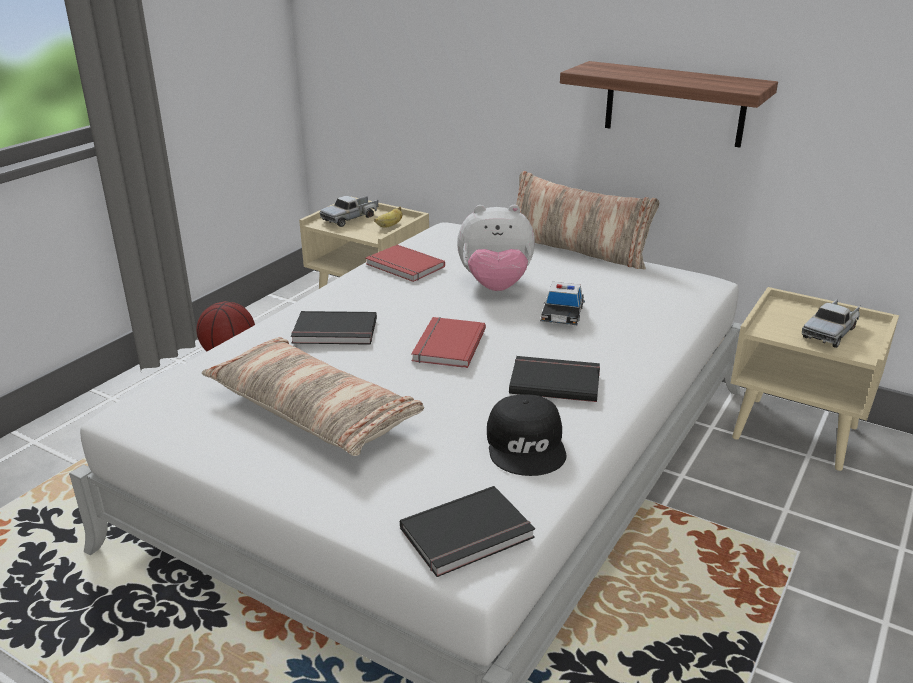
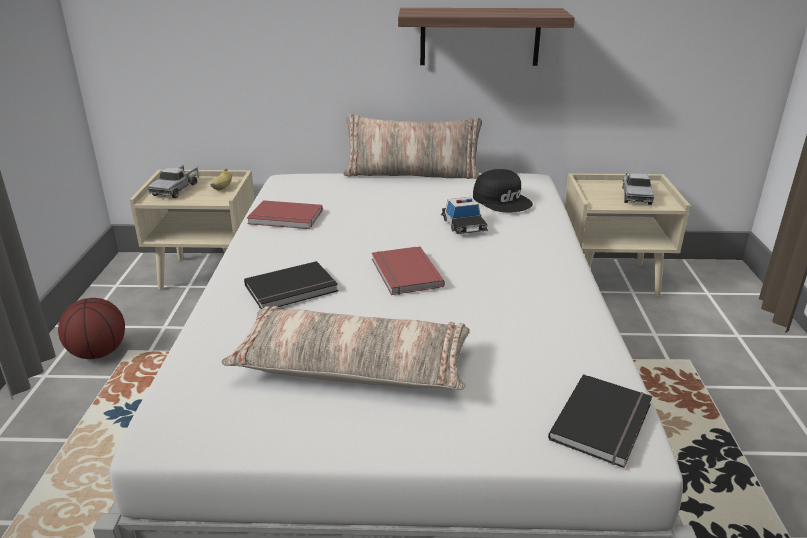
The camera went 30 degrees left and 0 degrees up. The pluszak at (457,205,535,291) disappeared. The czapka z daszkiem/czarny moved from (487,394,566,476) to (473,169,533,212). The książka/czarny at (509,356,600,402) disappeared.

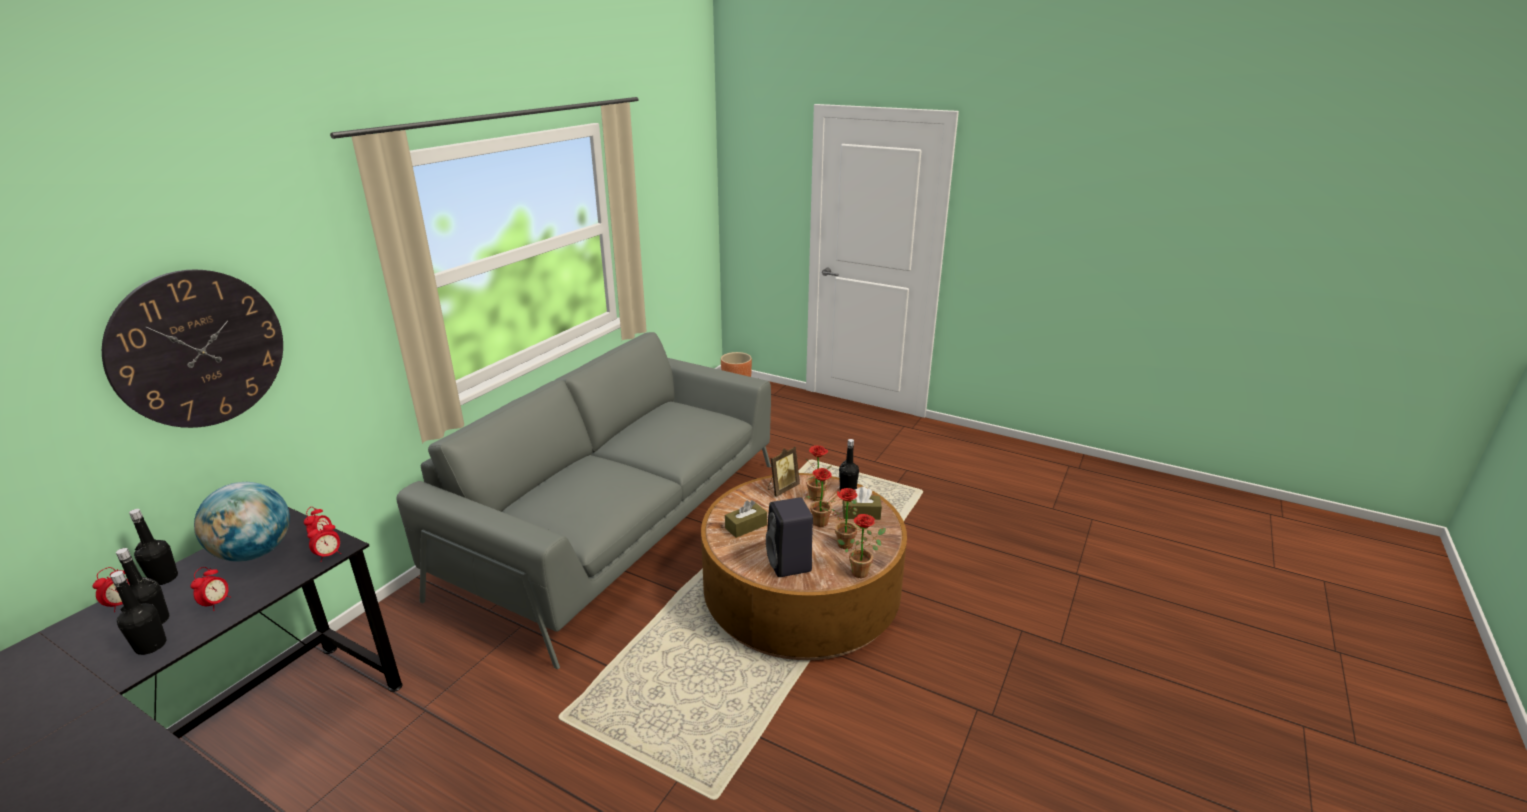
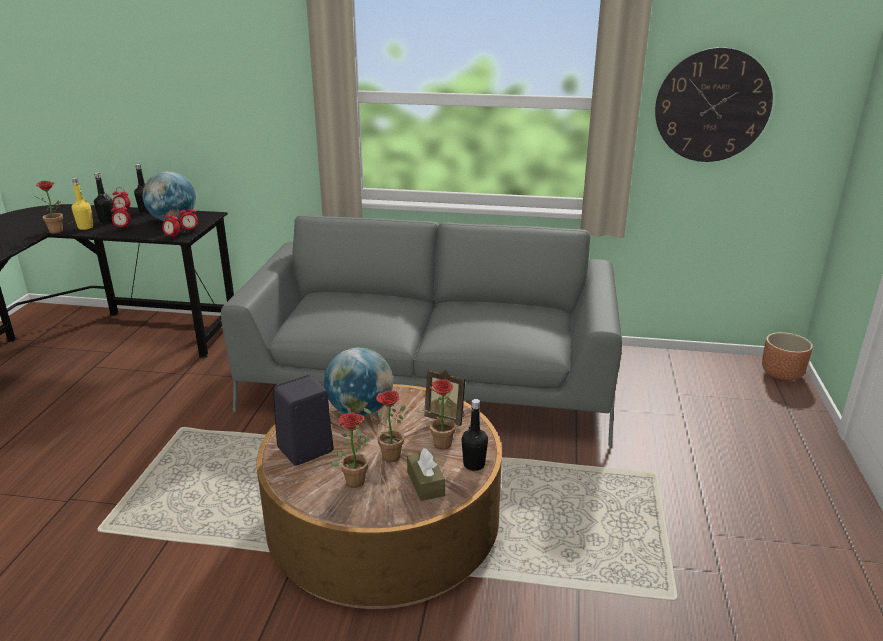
The camera went 70 degrees right and 0 degrees up. The zegar ścienny moved from (102,270,283,428) to (655,47,773,162). The butelka/czarny at (110,571,166,655) became the butelka/żółty at (71,177,93,230). The pudełko chusteczek/brązowy at (725,500,767,538) was replaced by the globus at (324,347,393,416). The roślina doniczkowa moved from (837,514,886,578) to (35,181,63,233).

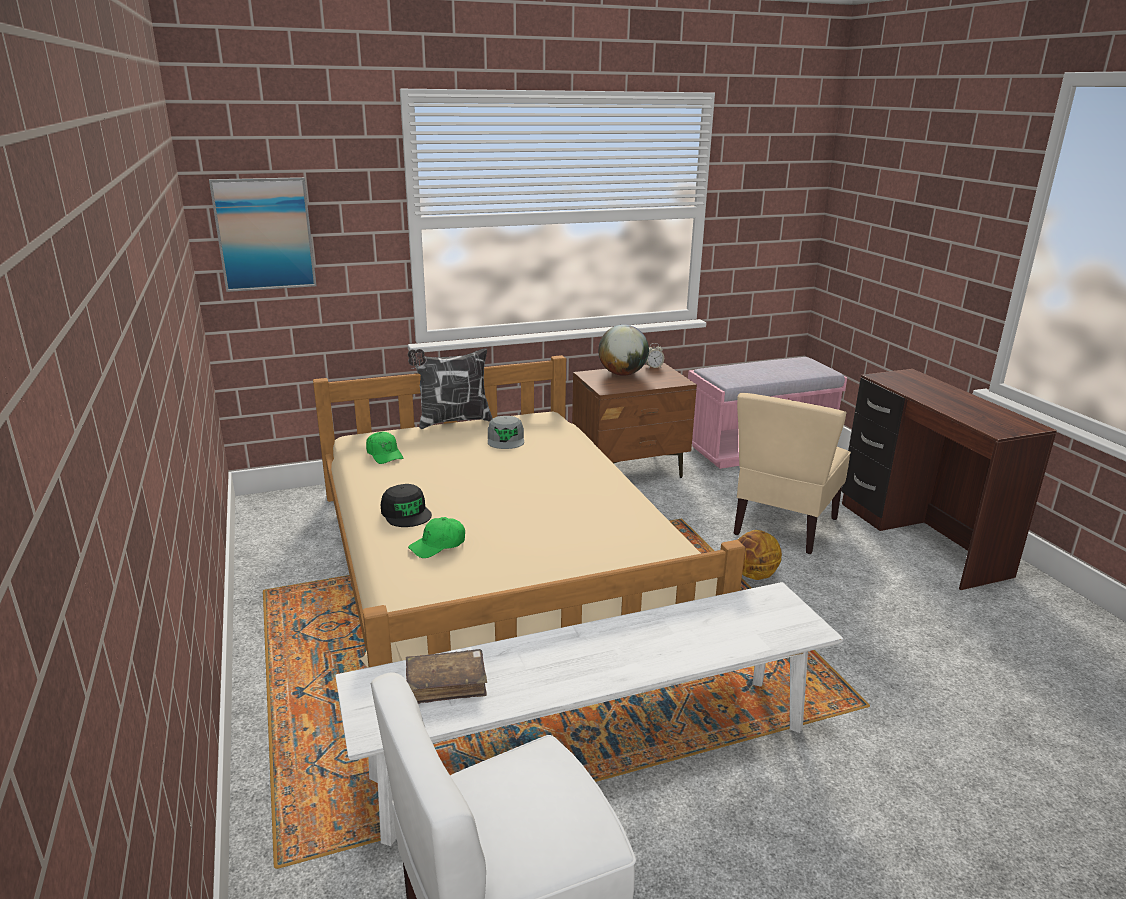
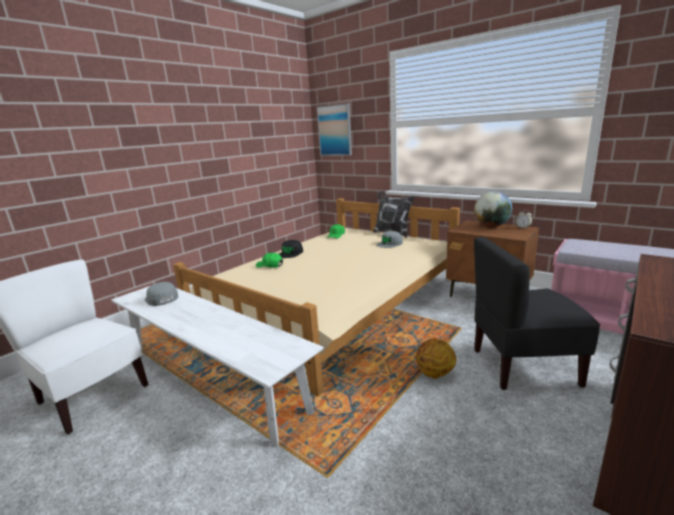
The camera went 60 degrees right and 5 degrees down. The książka/brązowy at (406,649,487,704) was replaced by the czapka z daszkiem/szary at (145,282,178,306). The krzesło/beżowy at (733,393,851,554) became the krzesło/czarny at (474,237,601,390).

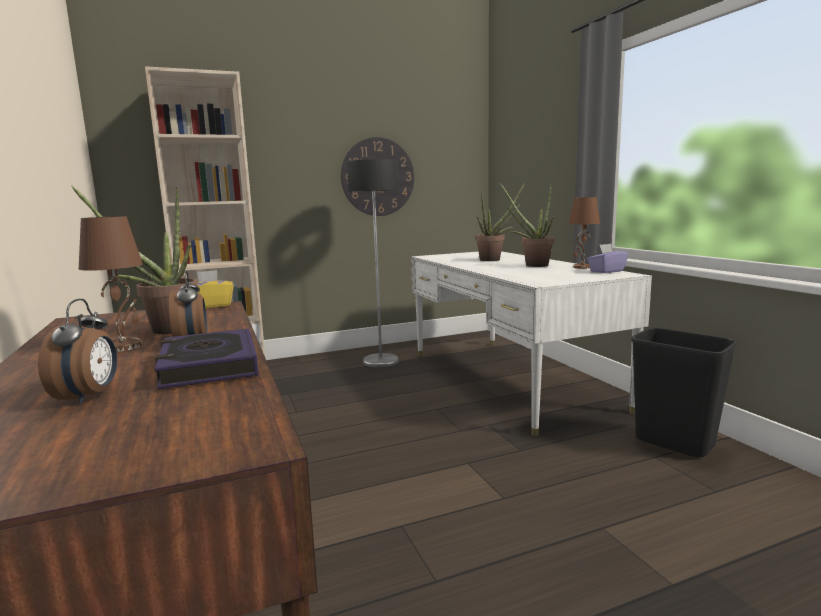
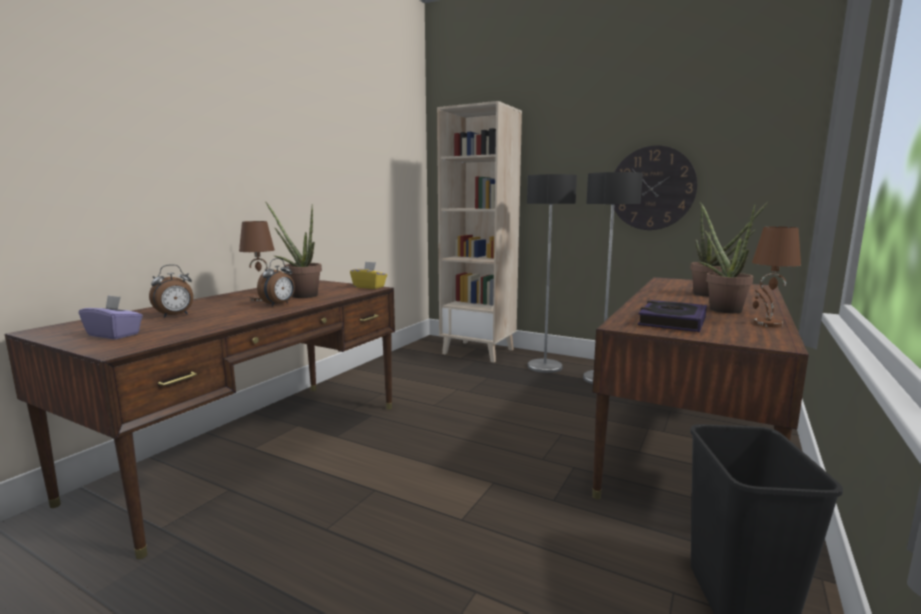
The camera went 50 degrees right and 0 degrees up. The książka moved from (155,328,259,389) to (638,300,707,332). The biurko/biały at (411,251,652,436) became the biurko/brązowy at (592,277,809,499). The pudełko chusteczek/fioletowy moved from (587,244,628,273) to (79,295,143,339). The lampa stojąca at (527,174,577,373) appeared.

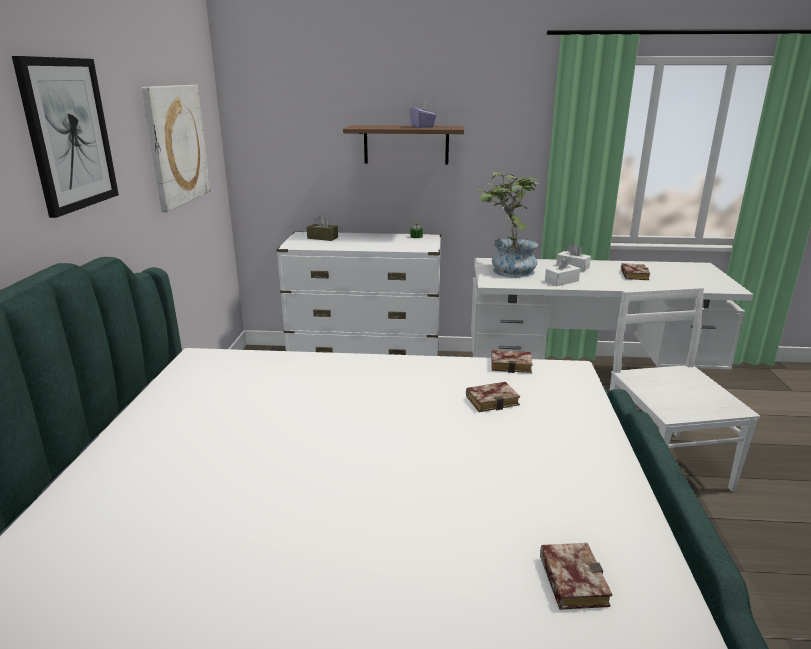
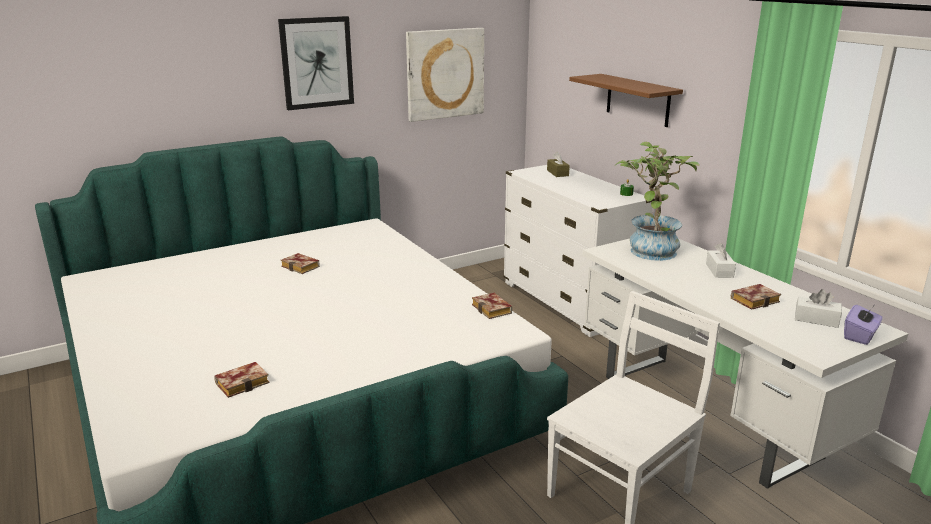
The camera went 55 degrees right and 0 degrees up. The pudełko chusteczek/fioletowy moved from (410,102,437,128) to (844,305,883,345). The książka moved from (466,382,520,412) to (281,253,320,274). The pudełko chusteczek/biały moved from (545,256,580,286) to (795,289,842,328).

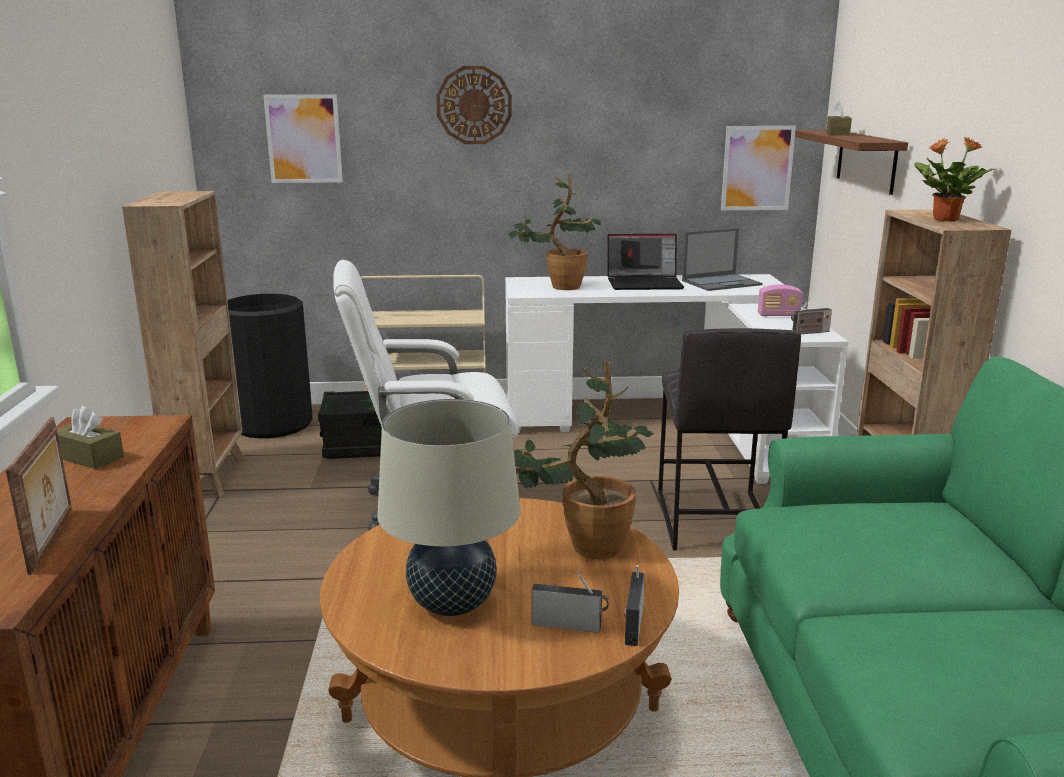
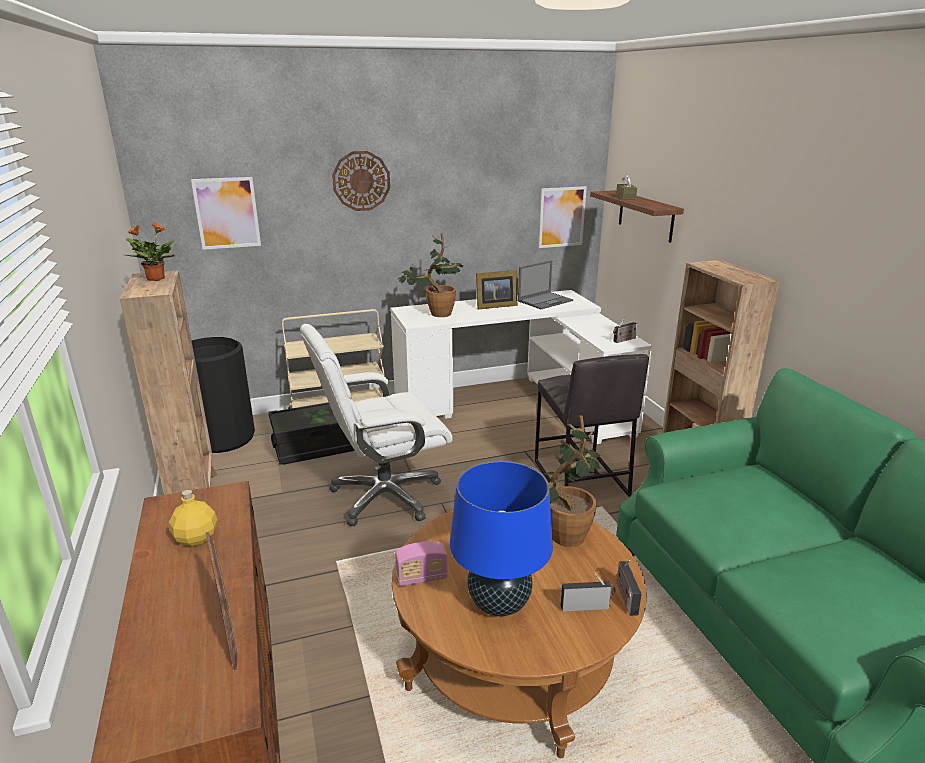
The camera went 15 degrees left and 5 degrees up. The pudełko chusteczek/brązowy at (57,406,124,469) was replaced by the butelka/żółty at (168,490,217,546). The lampa stołowa/beżowy at (377,399,520,616) became the lampa stołowa/niebieski at (450,461,553,616). The laptop at (607,234,684,290) was replaced by the ramka na zdjęcie at (476,270,518,309). The radio moved from (758,285,803,317) to (395,541,448,586). The roślina doniczkowa moved from (914,137,994,222) to (125,223,176,281).

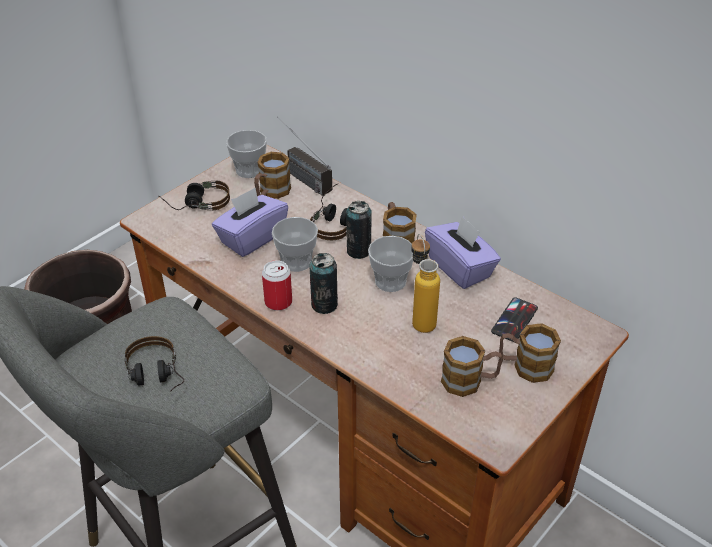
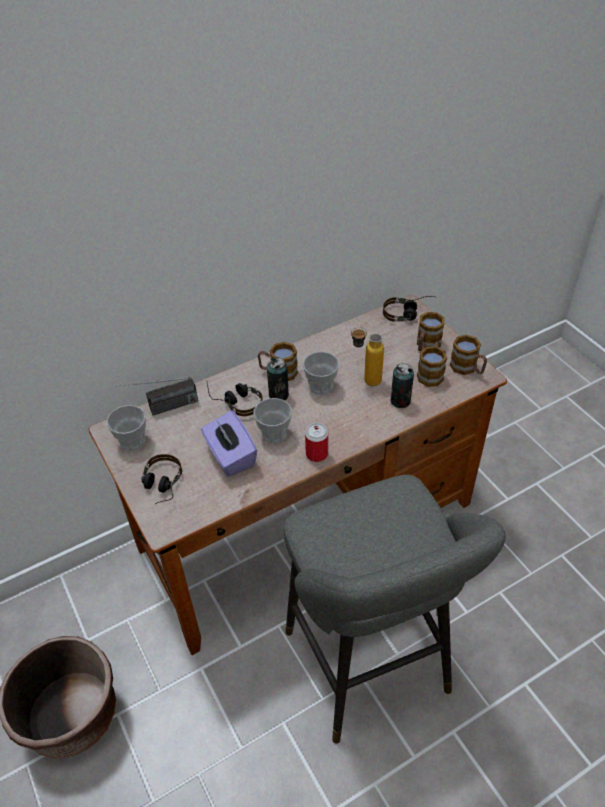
The camera went 70 degrees left and 5 degrees up. The słuchawki moved from (125,336,184,391) to (383,296,437,322). The kubek moved from (254,152,291,199) to (450,334,487,375). The puszka moved from (309,253,338,314) to (391,363,414,408). The pudełko chusteczek/fioletowy at (425,215,501,289) disappeared. The telefon at (491,297,538,342) disappeared.

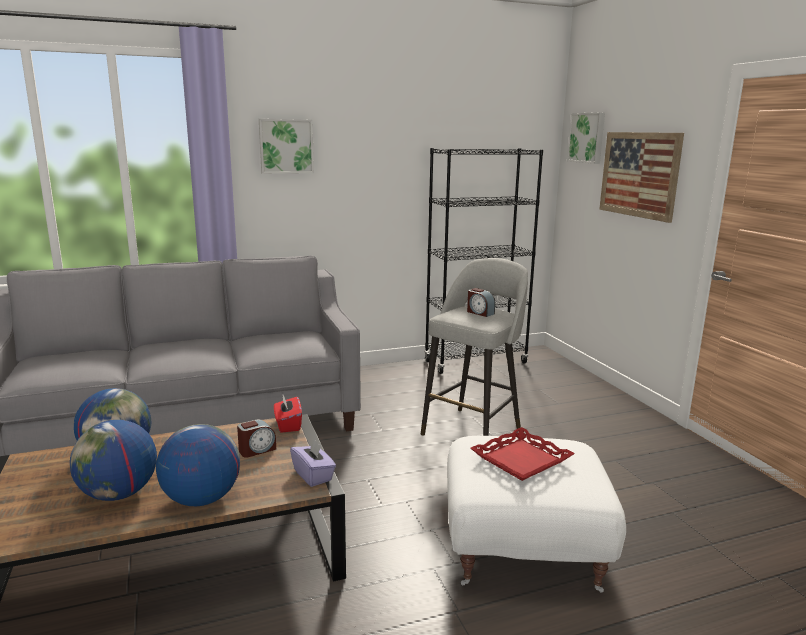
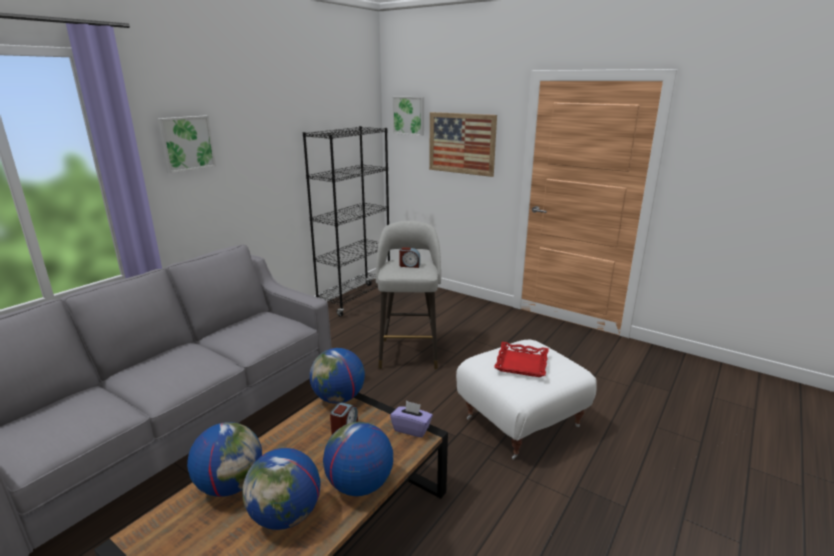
The camera went 35 degrees left and 5 degrees up. The pudełko chusteczek/czerwony at (274,395,302,433) was replaced by the globus at (310,348,365,404).

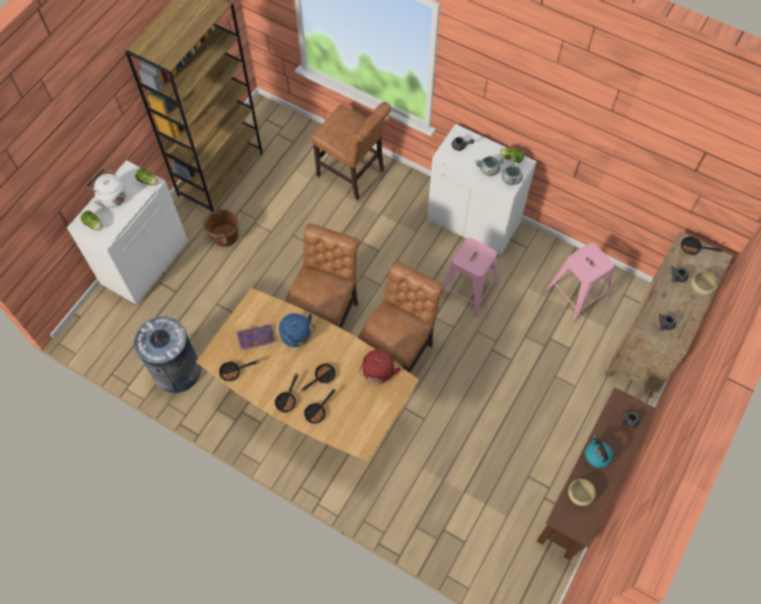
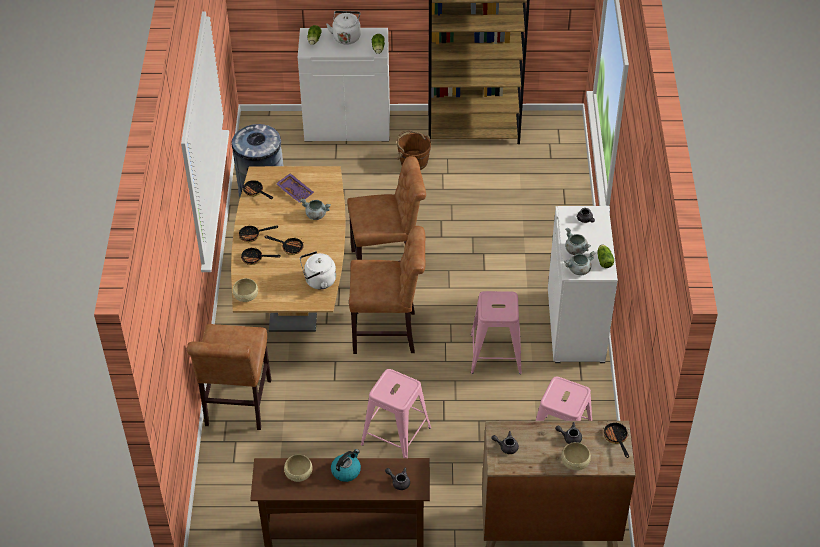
The camera went 60 degrees right and 15 degrees down. The czajnik/niebieski at (279,313,315,347) was replaced by the garnek/szary at (300,199,331,220). The krzesło/brązowy moved from (311,102,391,200) to (187,324,271,430). The czajnik/czerwony at (359,349,400,384) became the czajnik/biały at (300,251,336,289). The miska/beżowy at (233,278,258,302) appeared. The stołek/różowy at (361,369,431,458) appeared.

